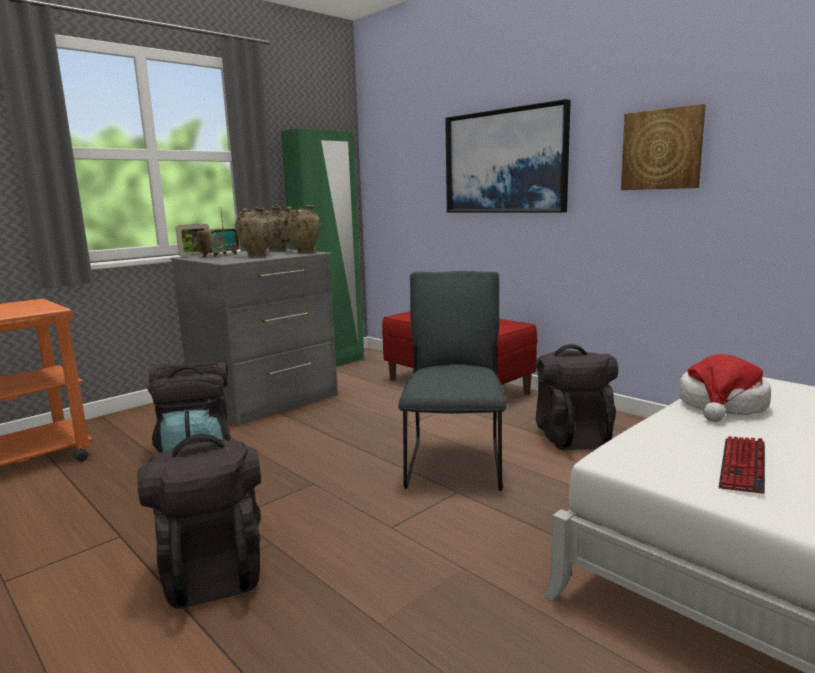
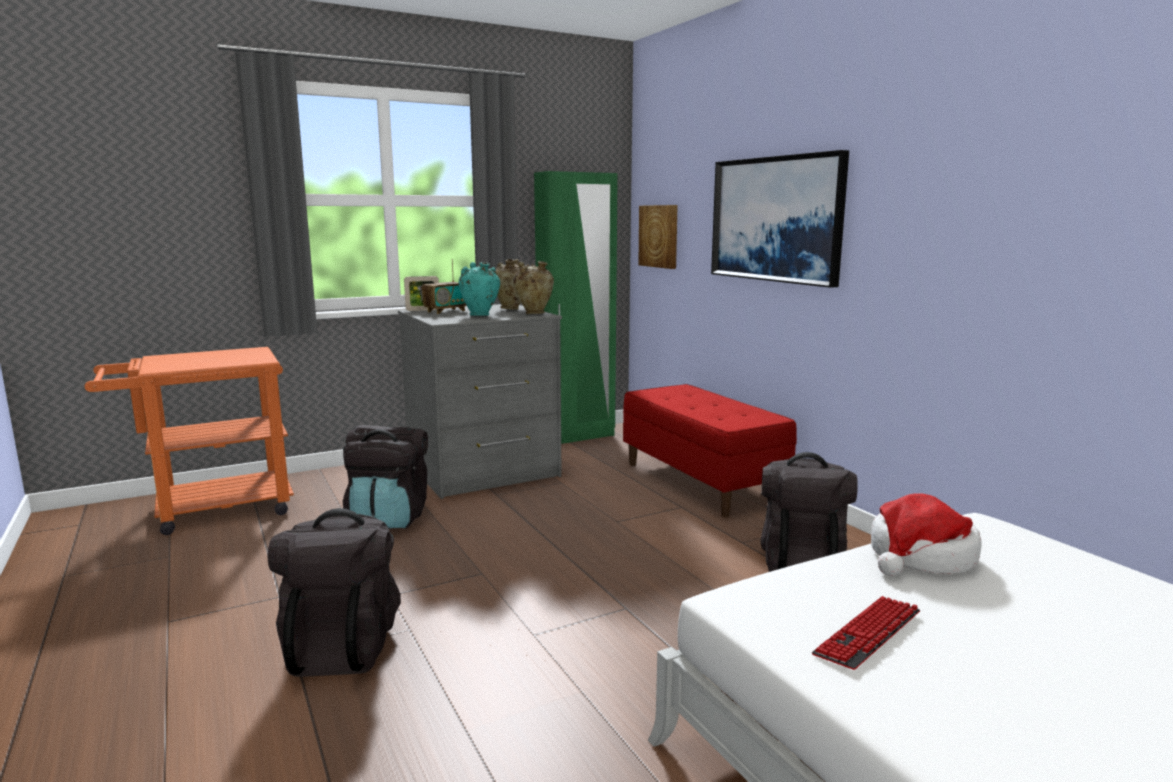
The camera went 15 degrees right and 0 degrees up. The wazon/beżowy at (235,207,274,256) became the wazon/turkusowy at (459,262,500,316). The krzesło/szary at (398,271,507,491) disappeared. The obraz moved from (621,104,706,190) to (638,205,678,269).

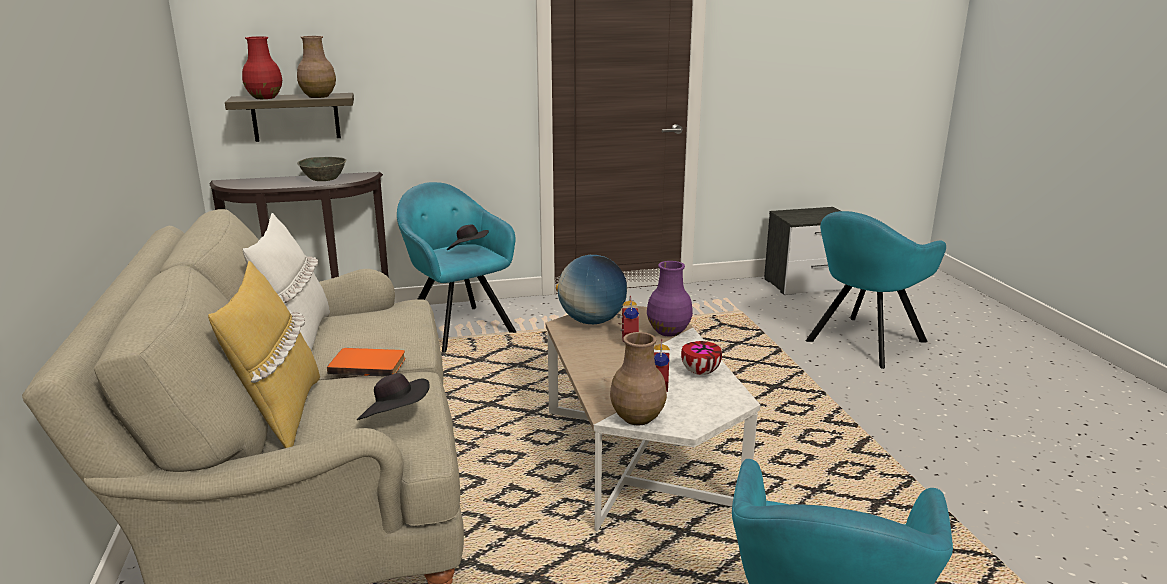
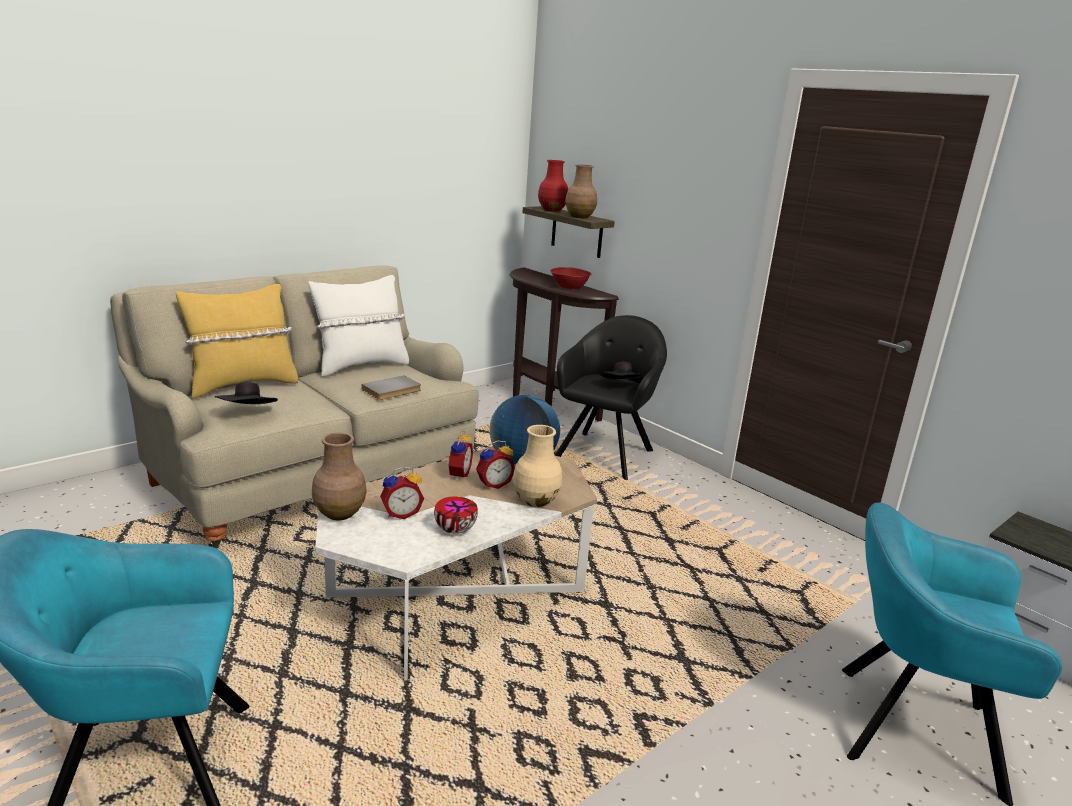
The camera went 60 degrees right and 0 degrees up. The miska/szary at (298,157,346,181) became the miska/czerwony at (550,267,591,289). The książka/pomarańczowy at (327,348,405,377) disappeared. The fotel/turkusowy at (397,182,516,353) became the fotel/czarny at (554,315,667,480). The wazon/fioletowy at (647,261,693,337) became the wazon/beżowy at (513,425,563,507). The książka/szary at (361,376,421,400) appeared. The budzik at (447,430,473,481) appeared.

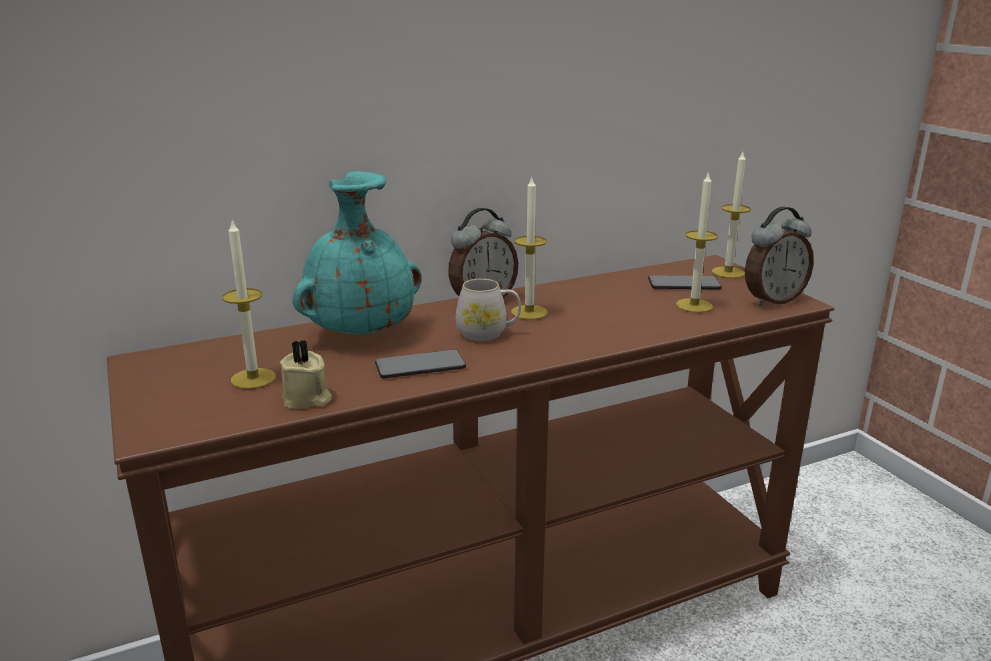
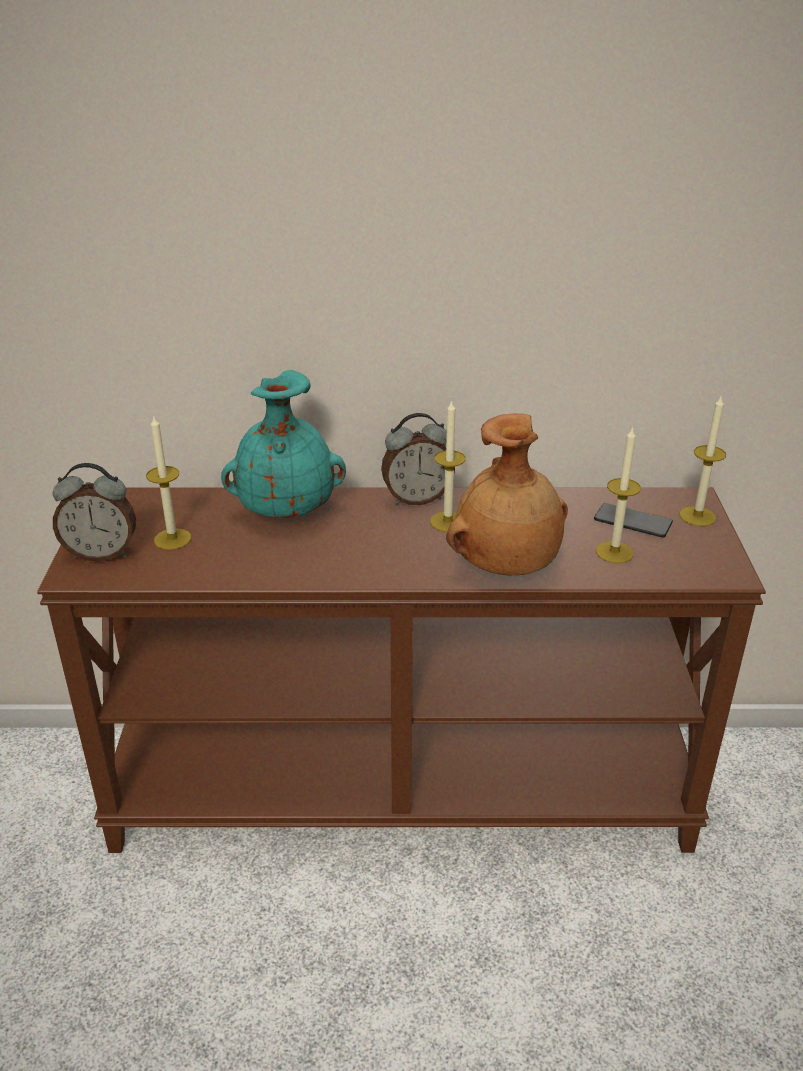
The camera went 25 degrees right and 10 degrees up. The świeca/beżowy at (280,340,332,408) disappeared. The telefon at (375,349,466,379) disappeared. The kubek/biały at (456,278,521,341) disappeared. The budzik moved from (745,207,814,306) to (53,463,136,562). The wazon/brązowy at (446,414,568,575) appeared.

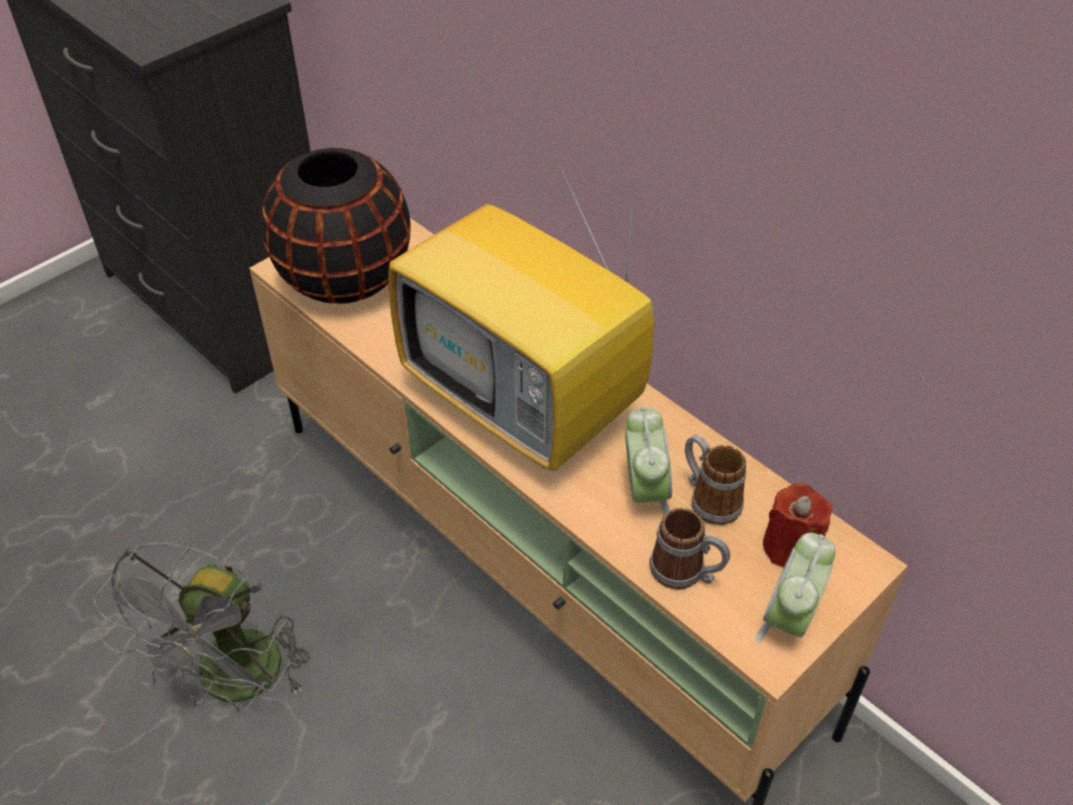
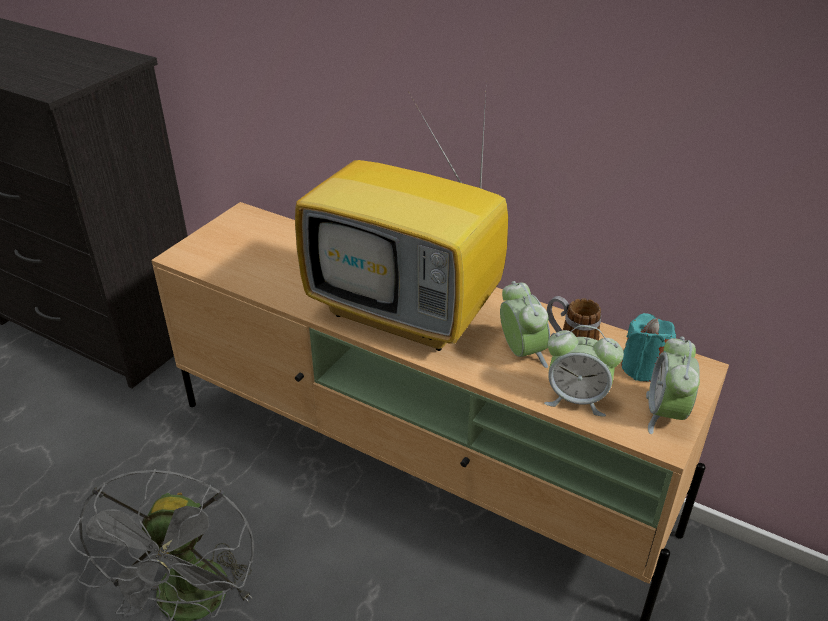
The camera went 15 degrees left and 10 degrees down. The wazon/czarny at (262,148,411,304) disappeared. The kubek at (649,508,730,589) was replaced by the budzik at (544,325,624,417). The świeca/czerwony at (763,483,832,567) became the świeca/turkusowy at (621,313,676,382).

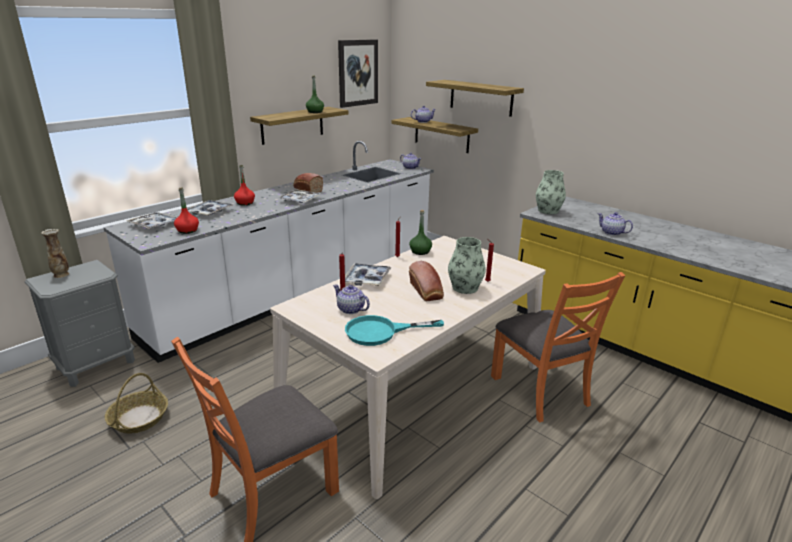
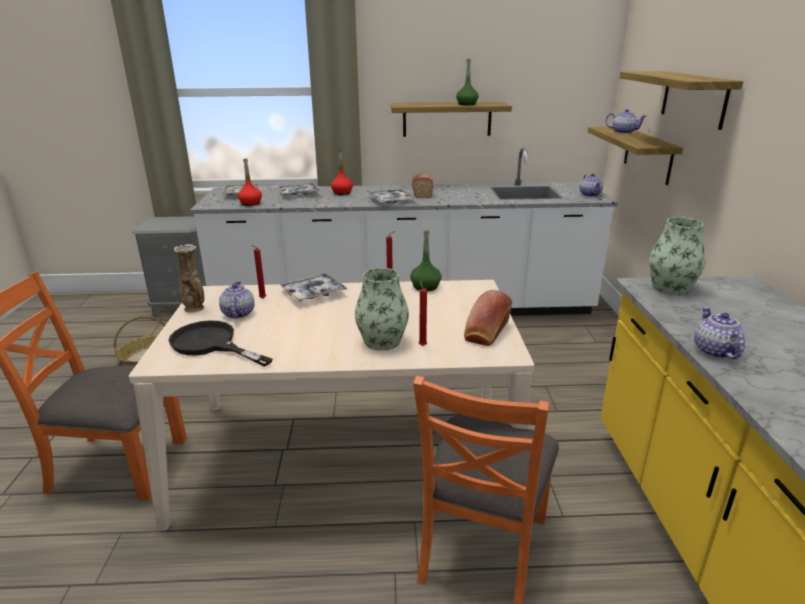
The camera went 45 degrees right and 0 degrees up. The wazon moved from (41,229,69,278) to (174,244,204,313). The obraz at (338,40,378,108) disappeared. The patelnia/turkusowy at (345,315,444,346) became the patelnia/czarny at (168,320,273,367). The chleb moved from (409,261,444,301) to (464,290,512,346).

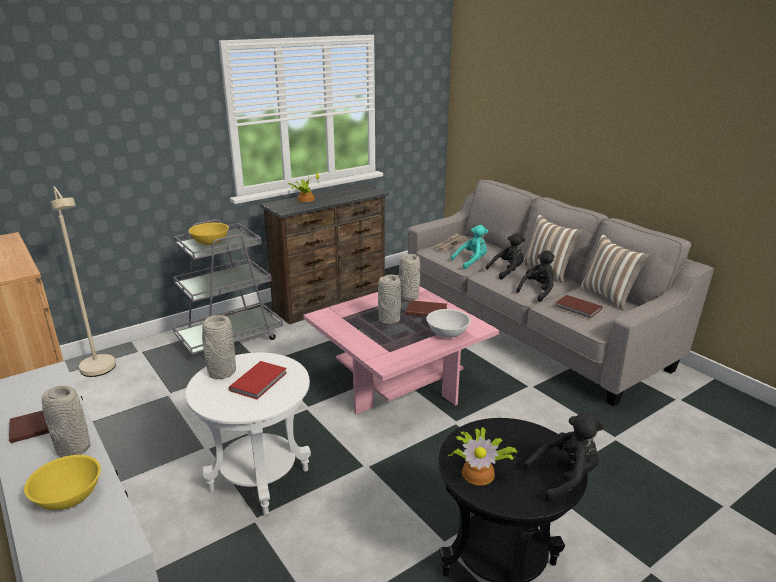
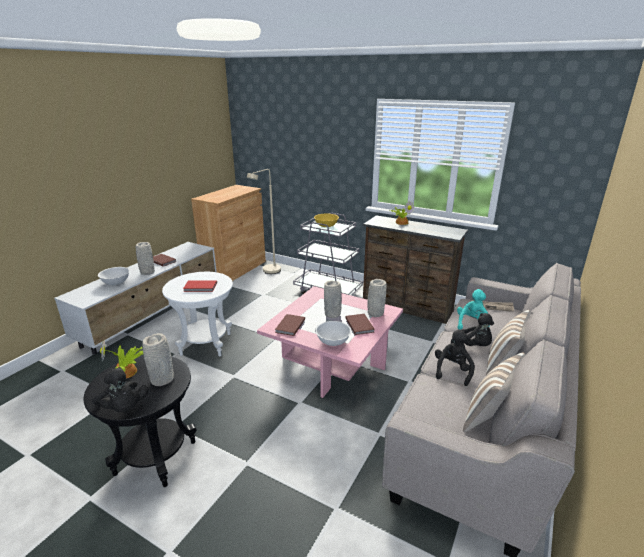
The camera went 65 degrees right and 0 degrees up. The miska/żółty at (24,455,101,510) became the miska/biały at (98,267,130,285). The wazon/szary moved from (202,315,236,379) to (142,333,174,386). The pluszak/turkusowy at (451,225,488,269) turned 105 degrees counterclockwise. The pluszak/czarny at (516,250,555,302) turned 90 degrees counterclockwise. The książka/brązowy moved from (555,295,602,318) to (275,314,305,336).

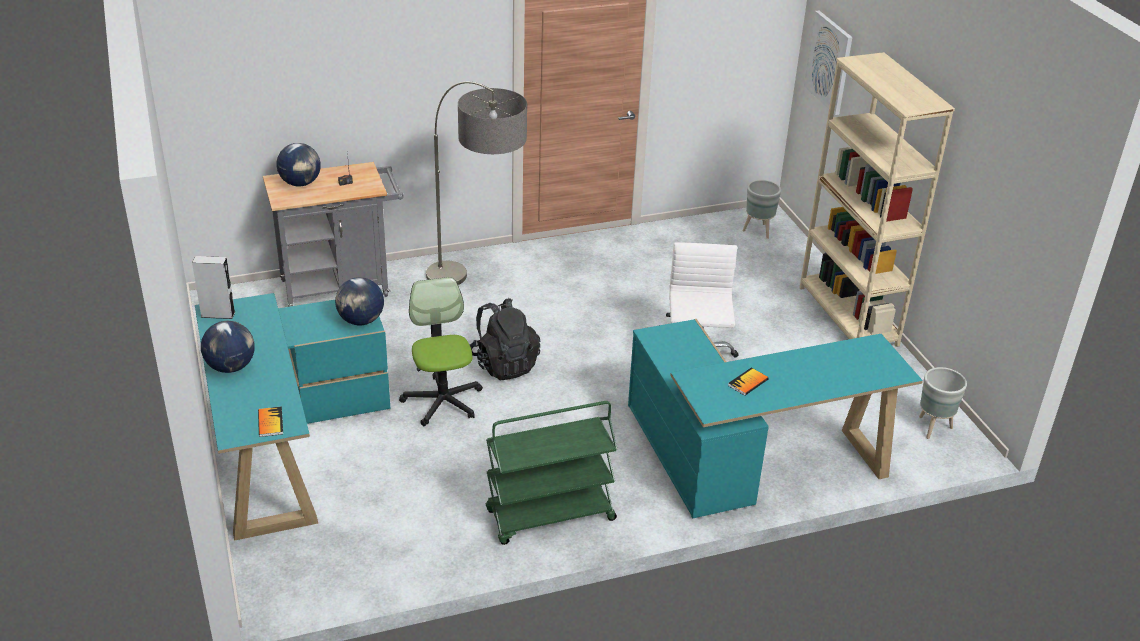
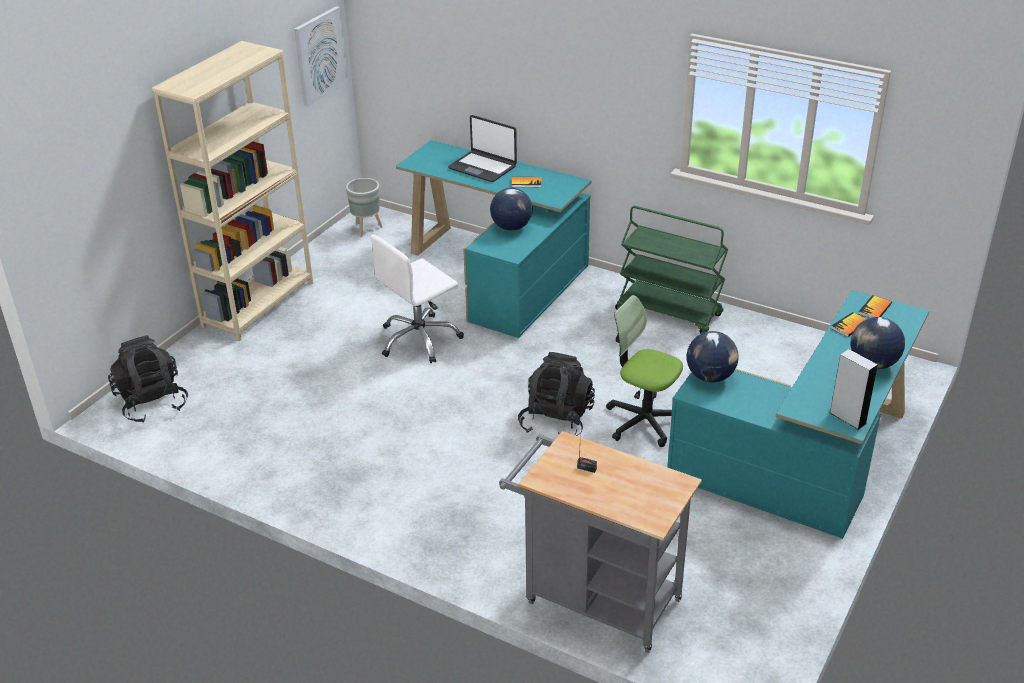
The camera went 130 degrees left and 0 degrees up. The globus moved from (276,143,321,186) to (490,188,533,231). The krzesło biurowe at (399,277,483,426) turned 90 degrees clockwise. The lampa stojąca at (426,81,527,285) disappeared. The donica/szary at (743,180,781,239) was replaced by the plecak/czarny at (108,335,188,423). The obraz moved from (804,11,852,115) to (294,6,347,107). The laptop at (448,115,517,182) appeared. The książka at (831,312,866,337) appeared.

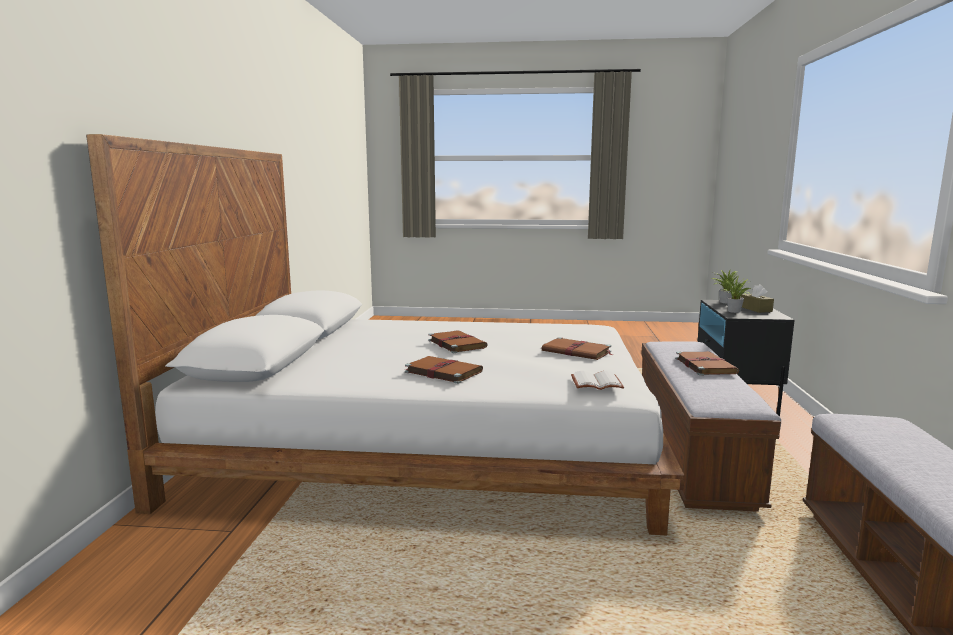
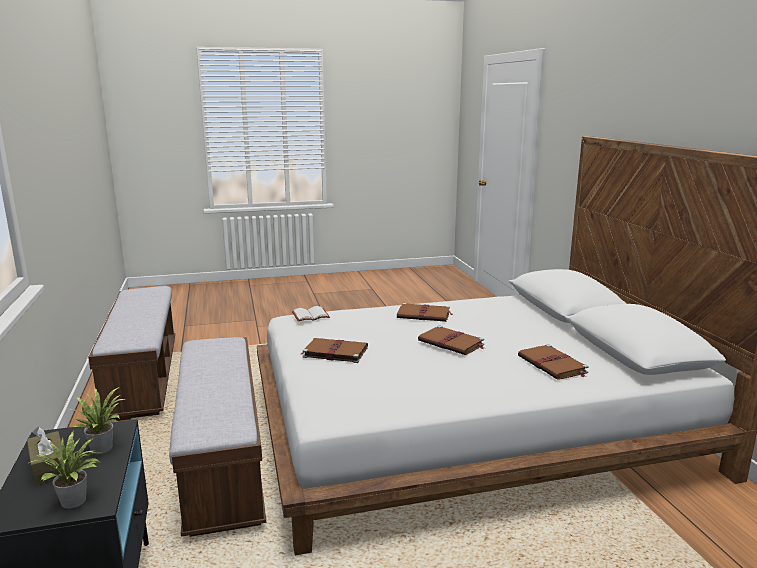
The camera went 160 degrees right and 5 degrees up. The książka/brązowy moved from (675,351,739,375) to (518,344,588,380).

